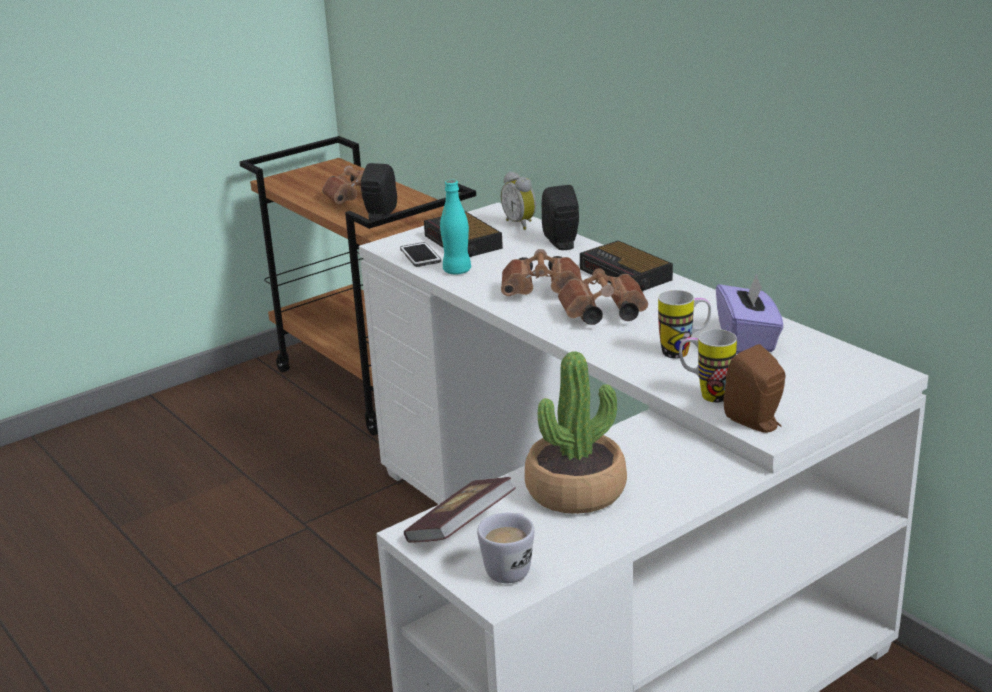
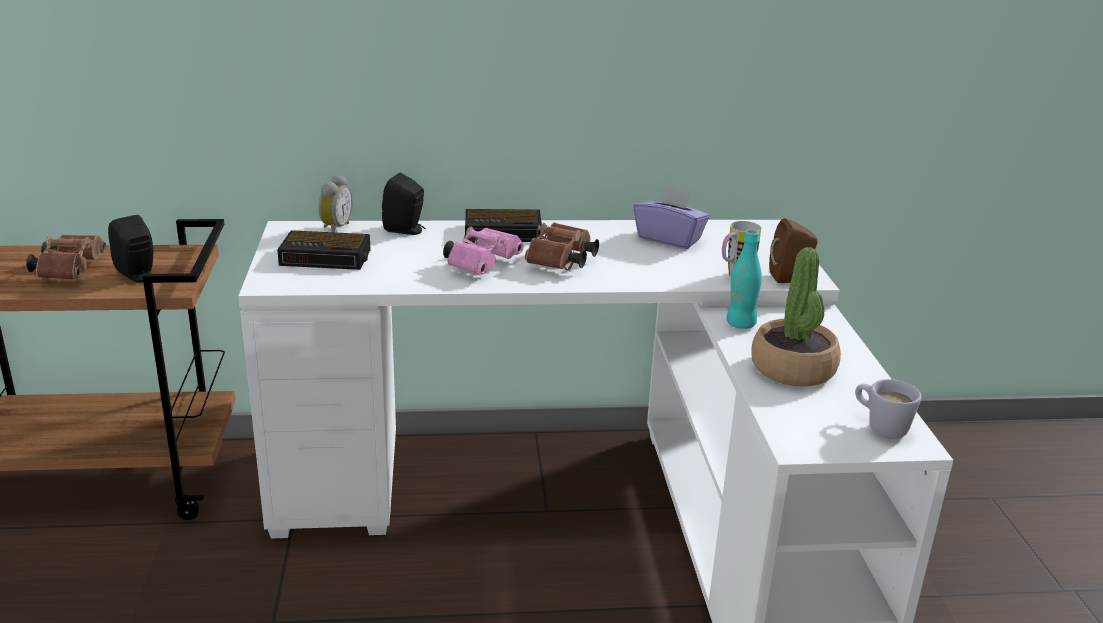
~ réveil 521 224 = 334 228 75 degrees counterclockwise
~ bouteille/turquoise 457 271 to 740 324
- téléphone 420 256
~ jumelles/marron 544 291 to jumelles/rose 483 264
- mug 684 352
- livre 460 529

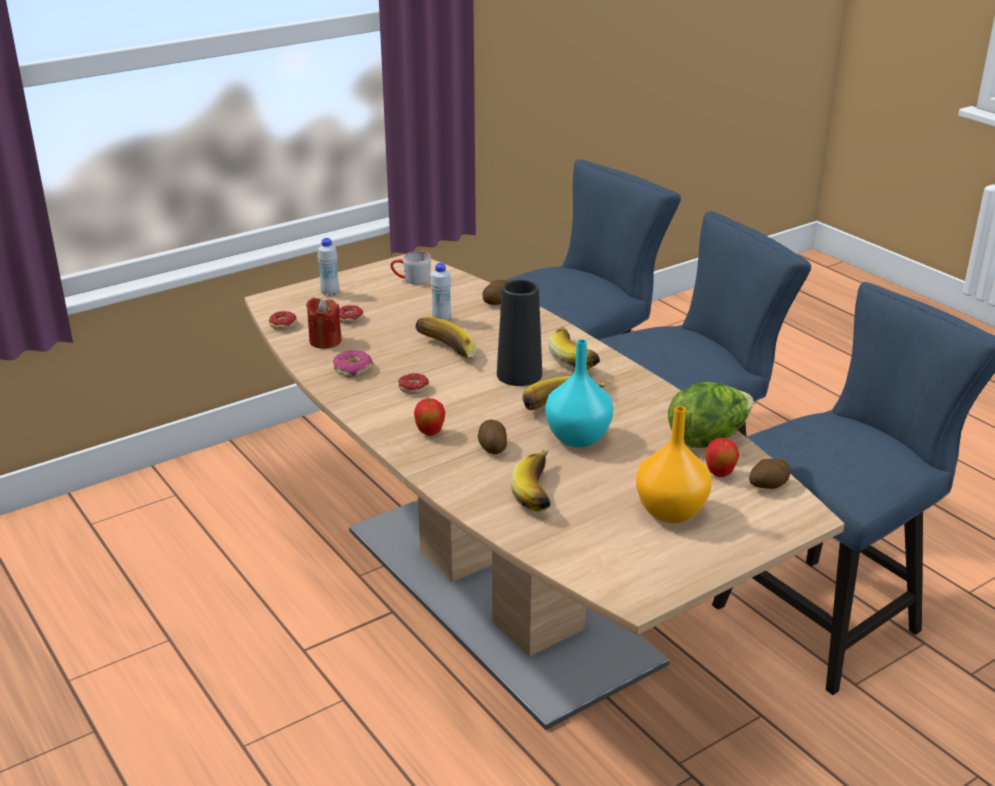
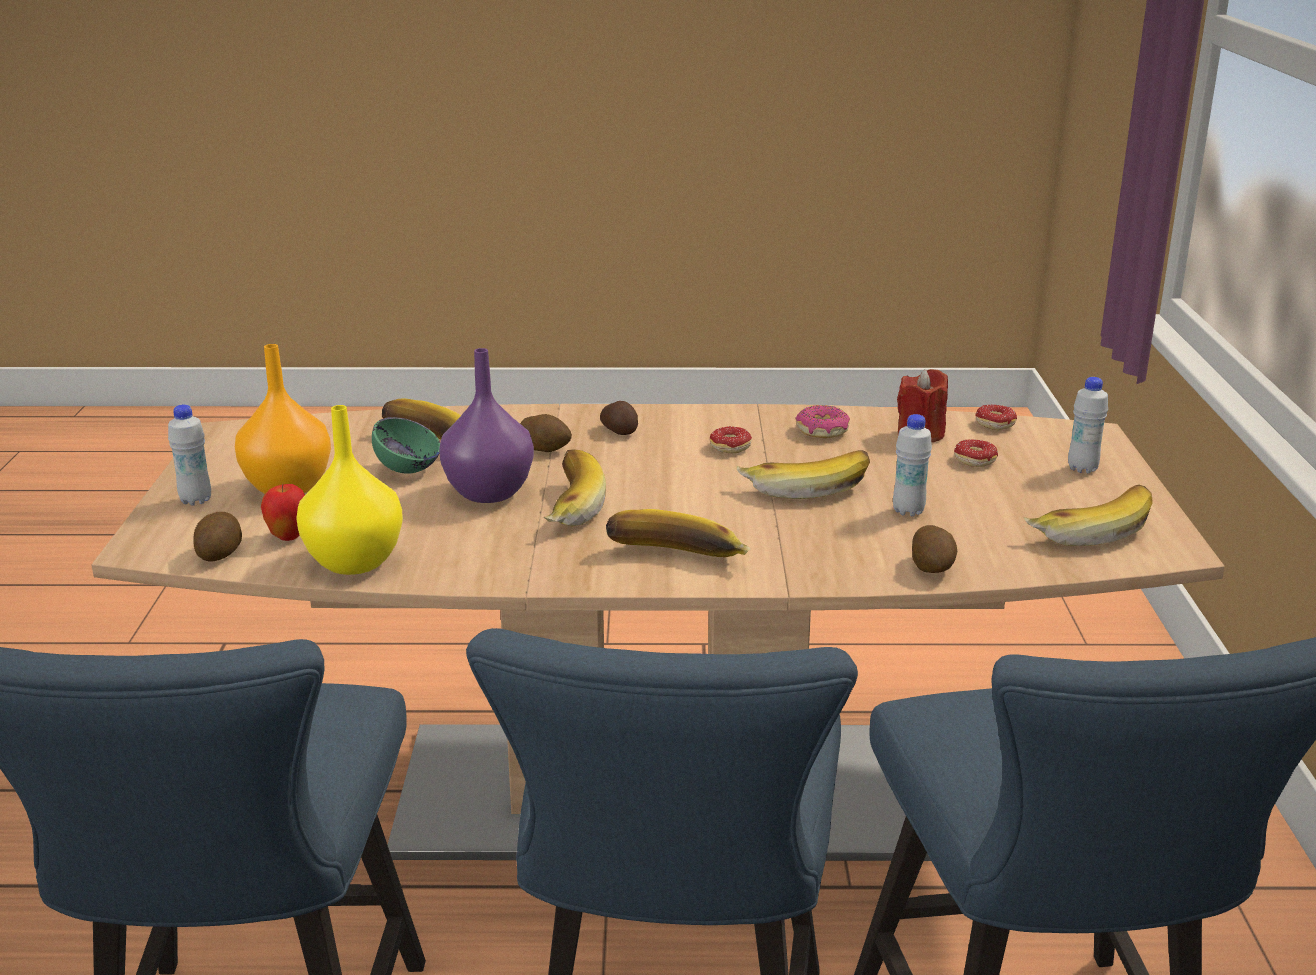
~ mug/gris 411 280 to banane 1086 530
- vase/noir 519 374
~ vase/turquoise 579 438 to vase/violet 486 493
~ laitue 708 438 to vase/jaune 356 561
~ pomme 430 433 to pomme de terre 620 430
+ bouteille/blanc 196 500
+ bol/vert 408 470

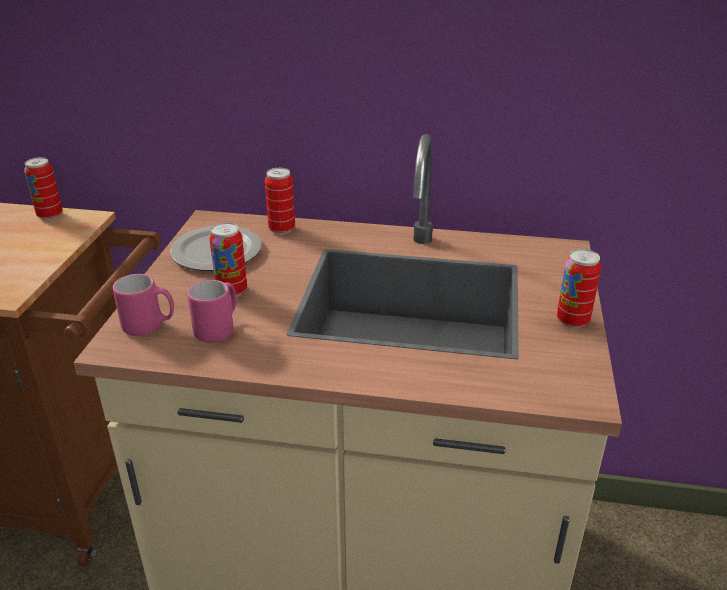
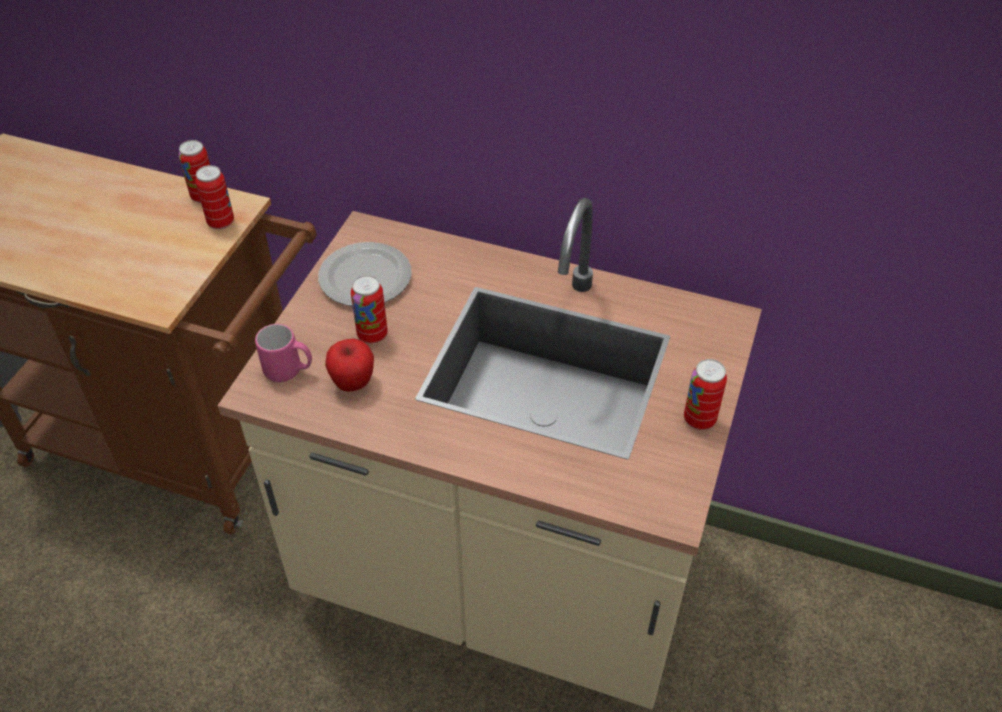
~ boîte métallique 282 229 to 221 222
~ mug/rose 219 329 to pomme 353 383

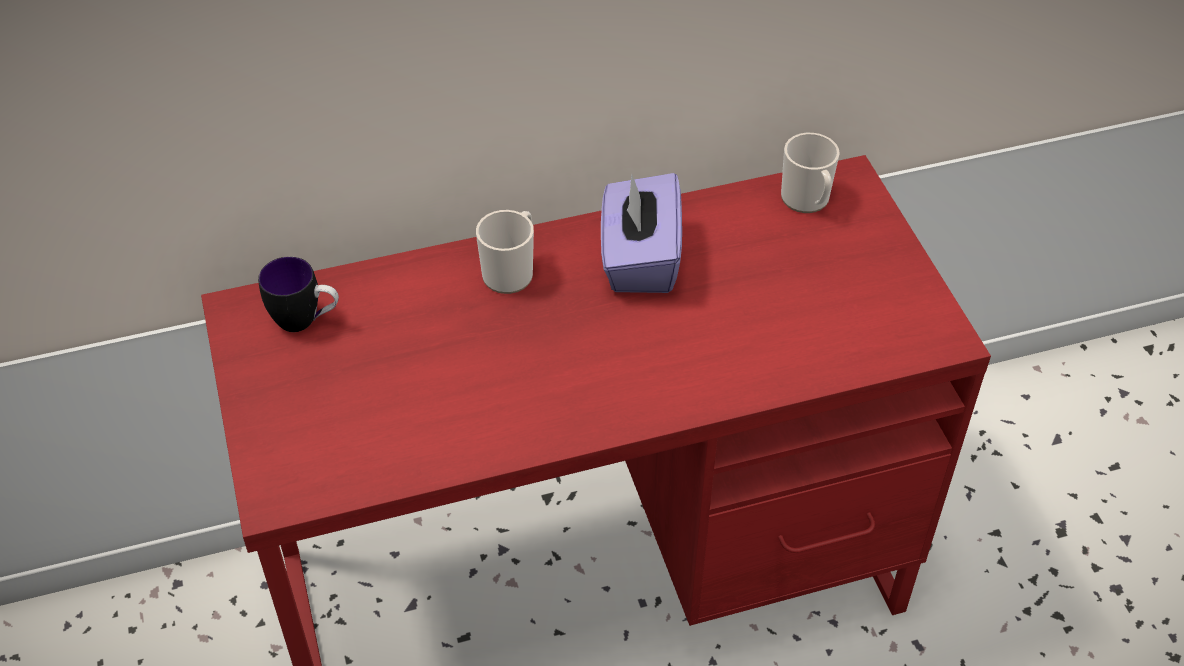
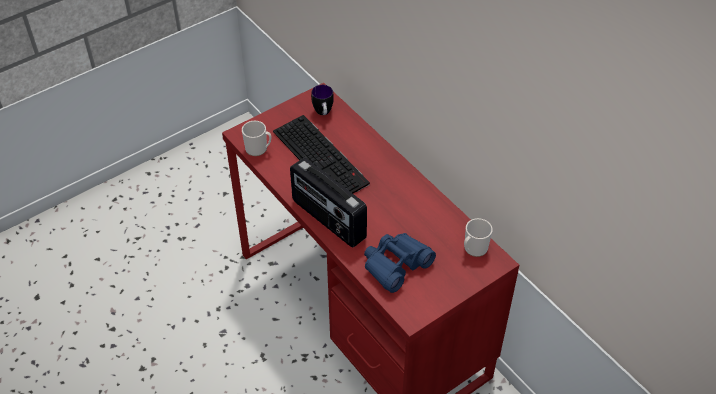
- boîte à mouchoirs/violet 639 259
~ mug 511 272 to 258 149
+ clavier 322 157
+ radio 328 220
+ jumelles/bleu 396 265

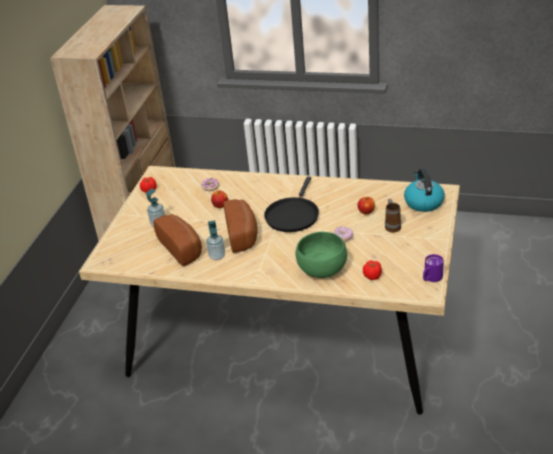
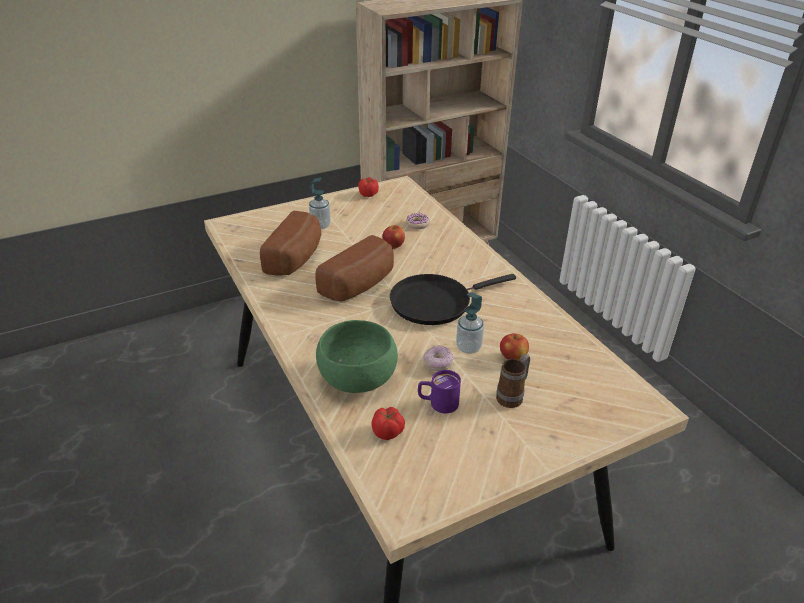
- bouilloire 423 202
~ distributeur de savon 217 256 to 468 347
~ mug/violet 431 278 to 438 403

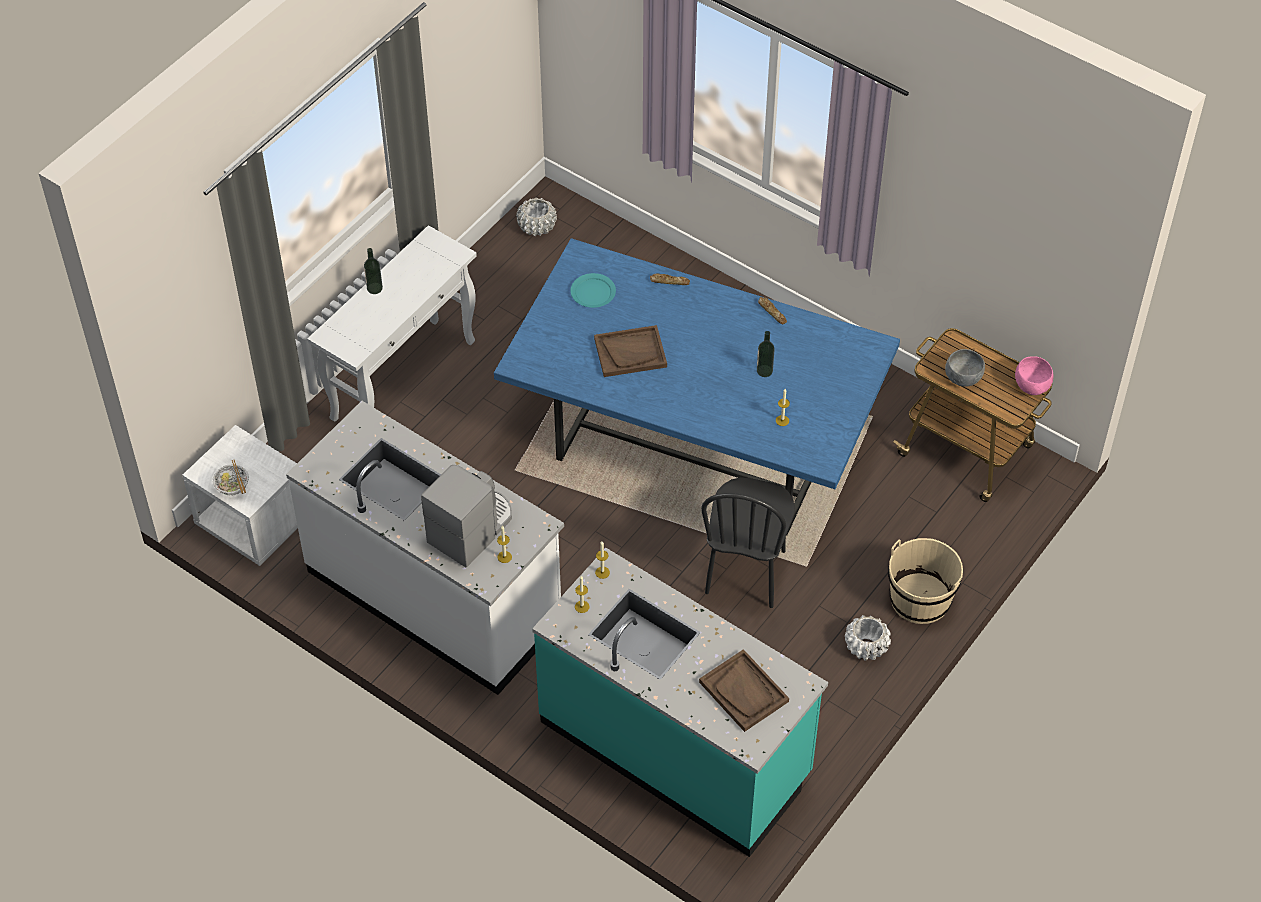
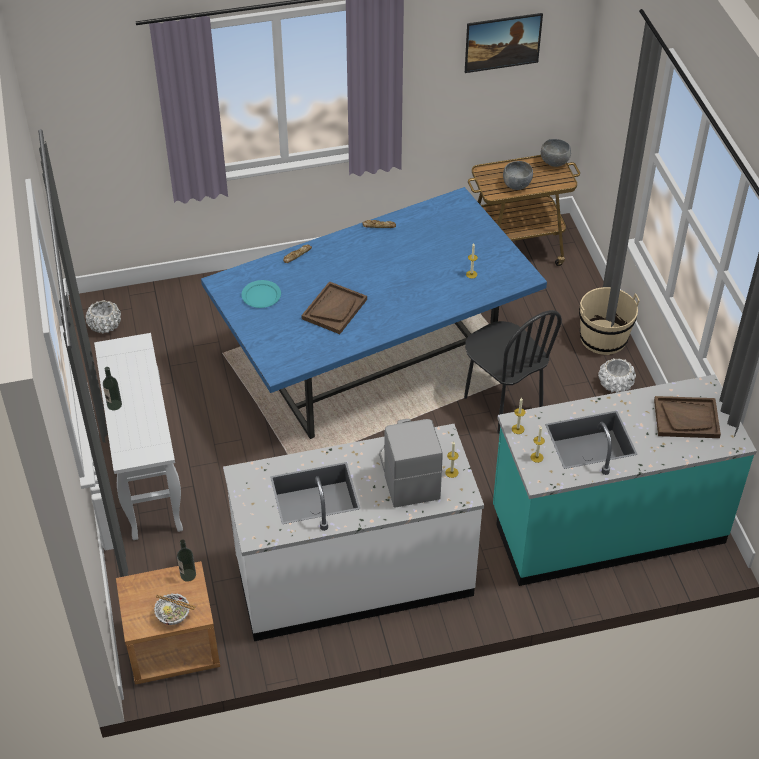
~ bouteille 764 371 to 188 575
~ bol/rose 1031 387 to bol/gris 554 163
~ table de chevet/blanc 253 522 to table de chevet/marron 172 647
+ tableau 502 54

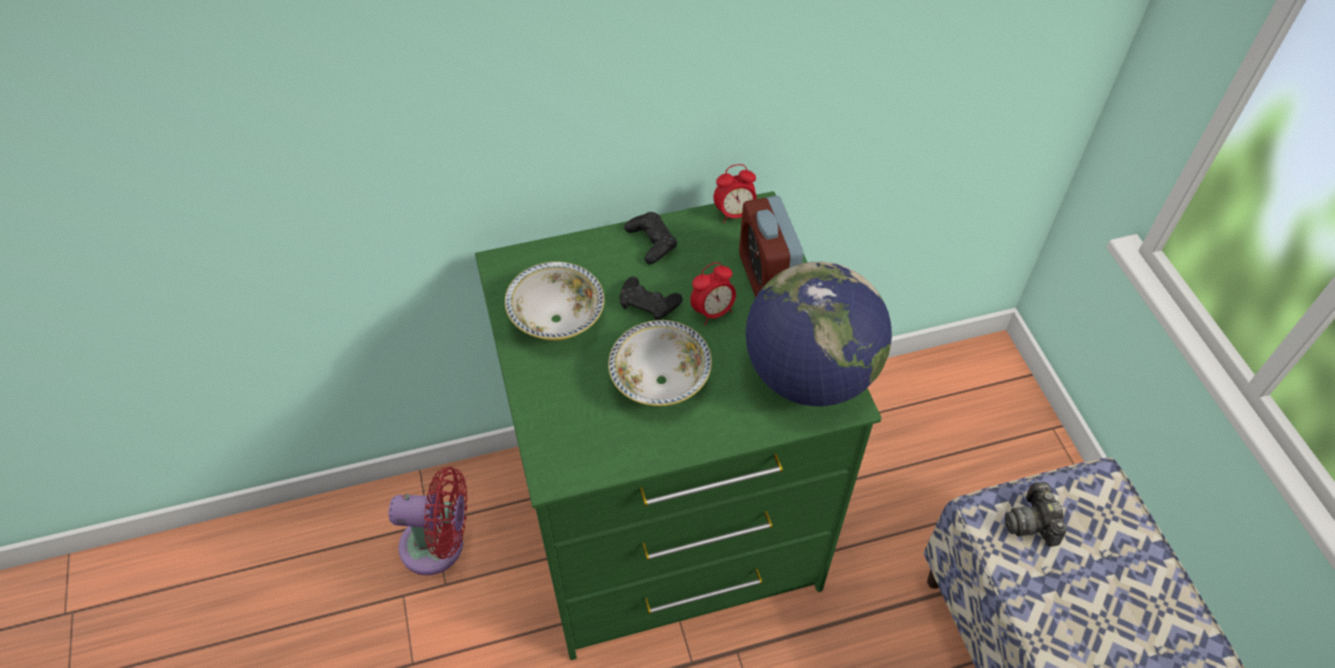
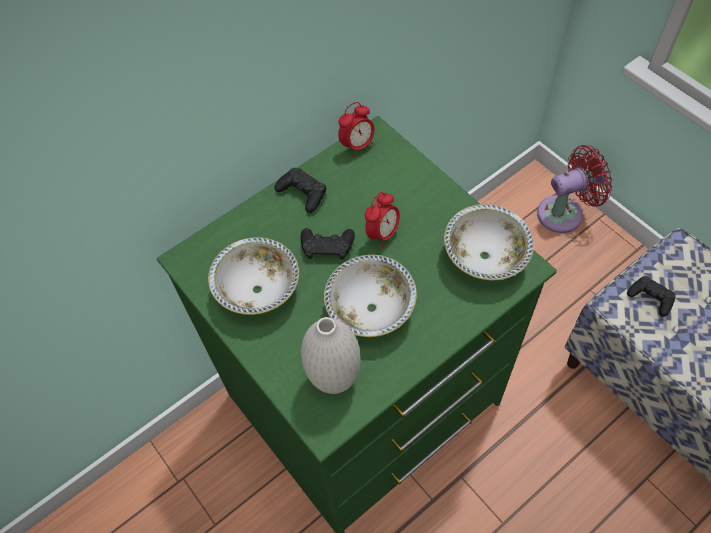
- réveil 766 278
~ globe 809 375 to bol 485 256
~ ventilateur/rouge 439 546 to 564 213
~ appareil photo 1032 522 to manette/noir 650 298
+ vase/blanc 334 380

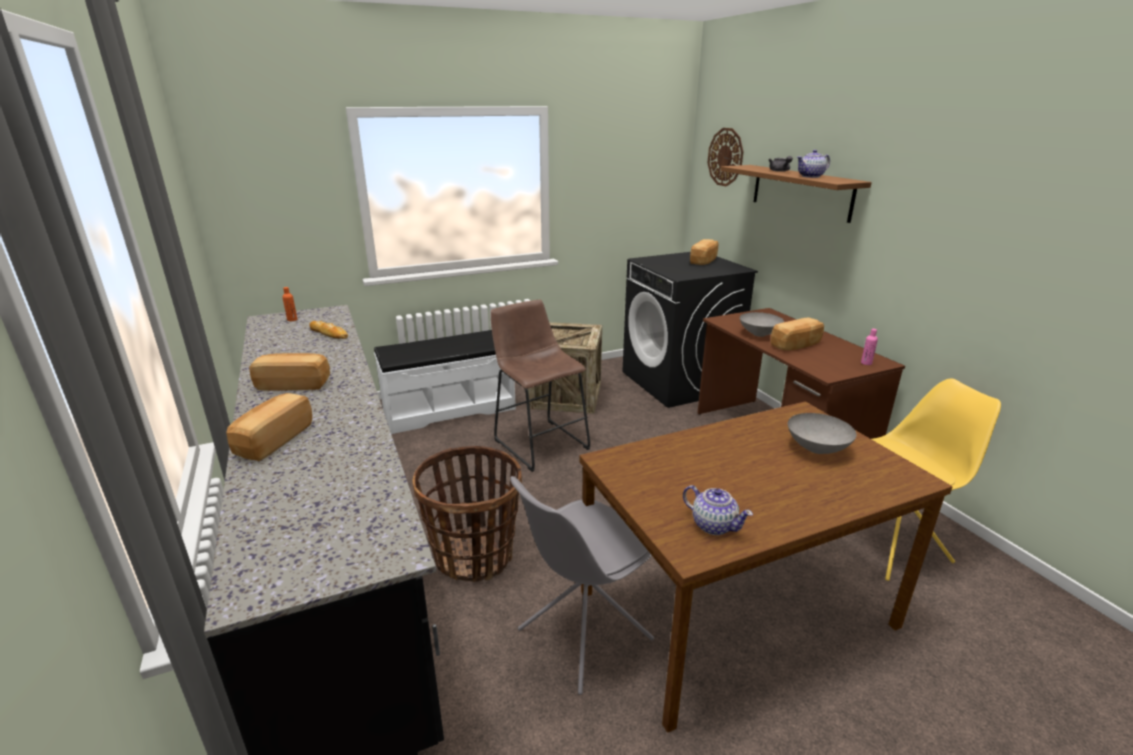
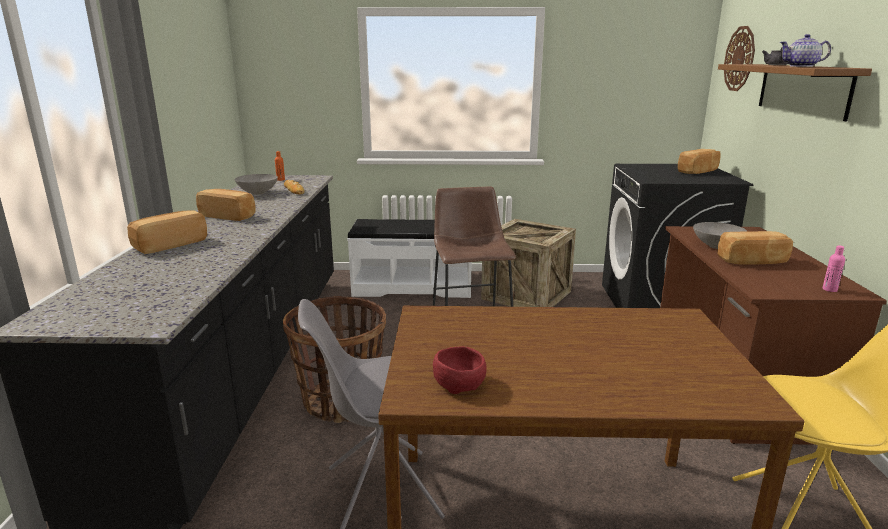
~ bol/gris 818 449 to 257 193
~ théière 713 525 to bol/rouge 460 383

